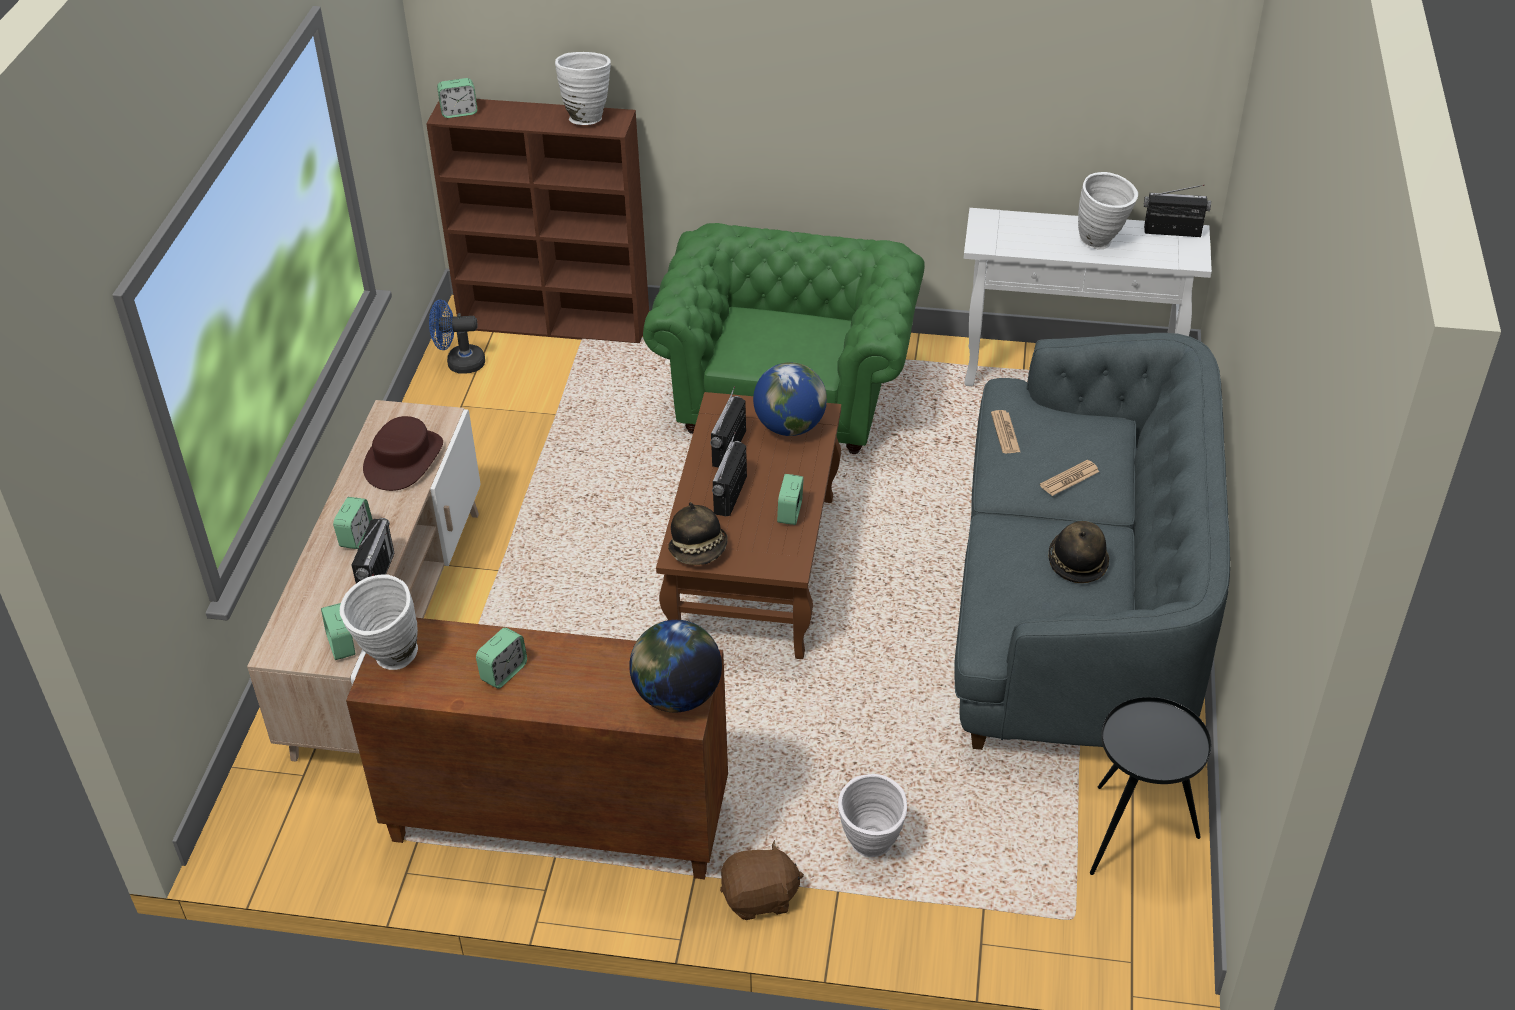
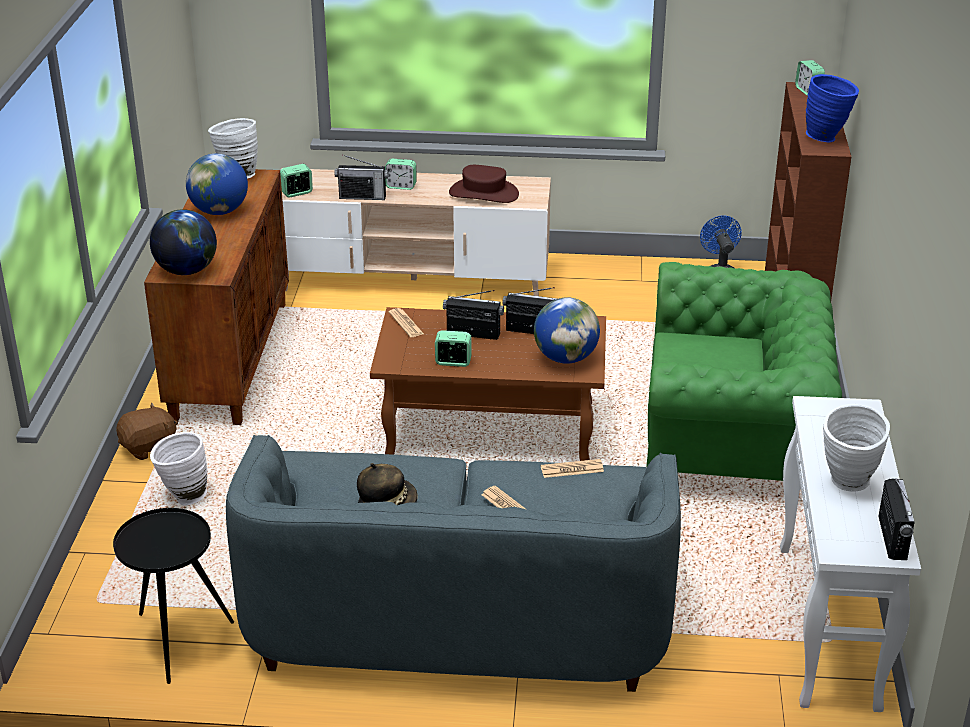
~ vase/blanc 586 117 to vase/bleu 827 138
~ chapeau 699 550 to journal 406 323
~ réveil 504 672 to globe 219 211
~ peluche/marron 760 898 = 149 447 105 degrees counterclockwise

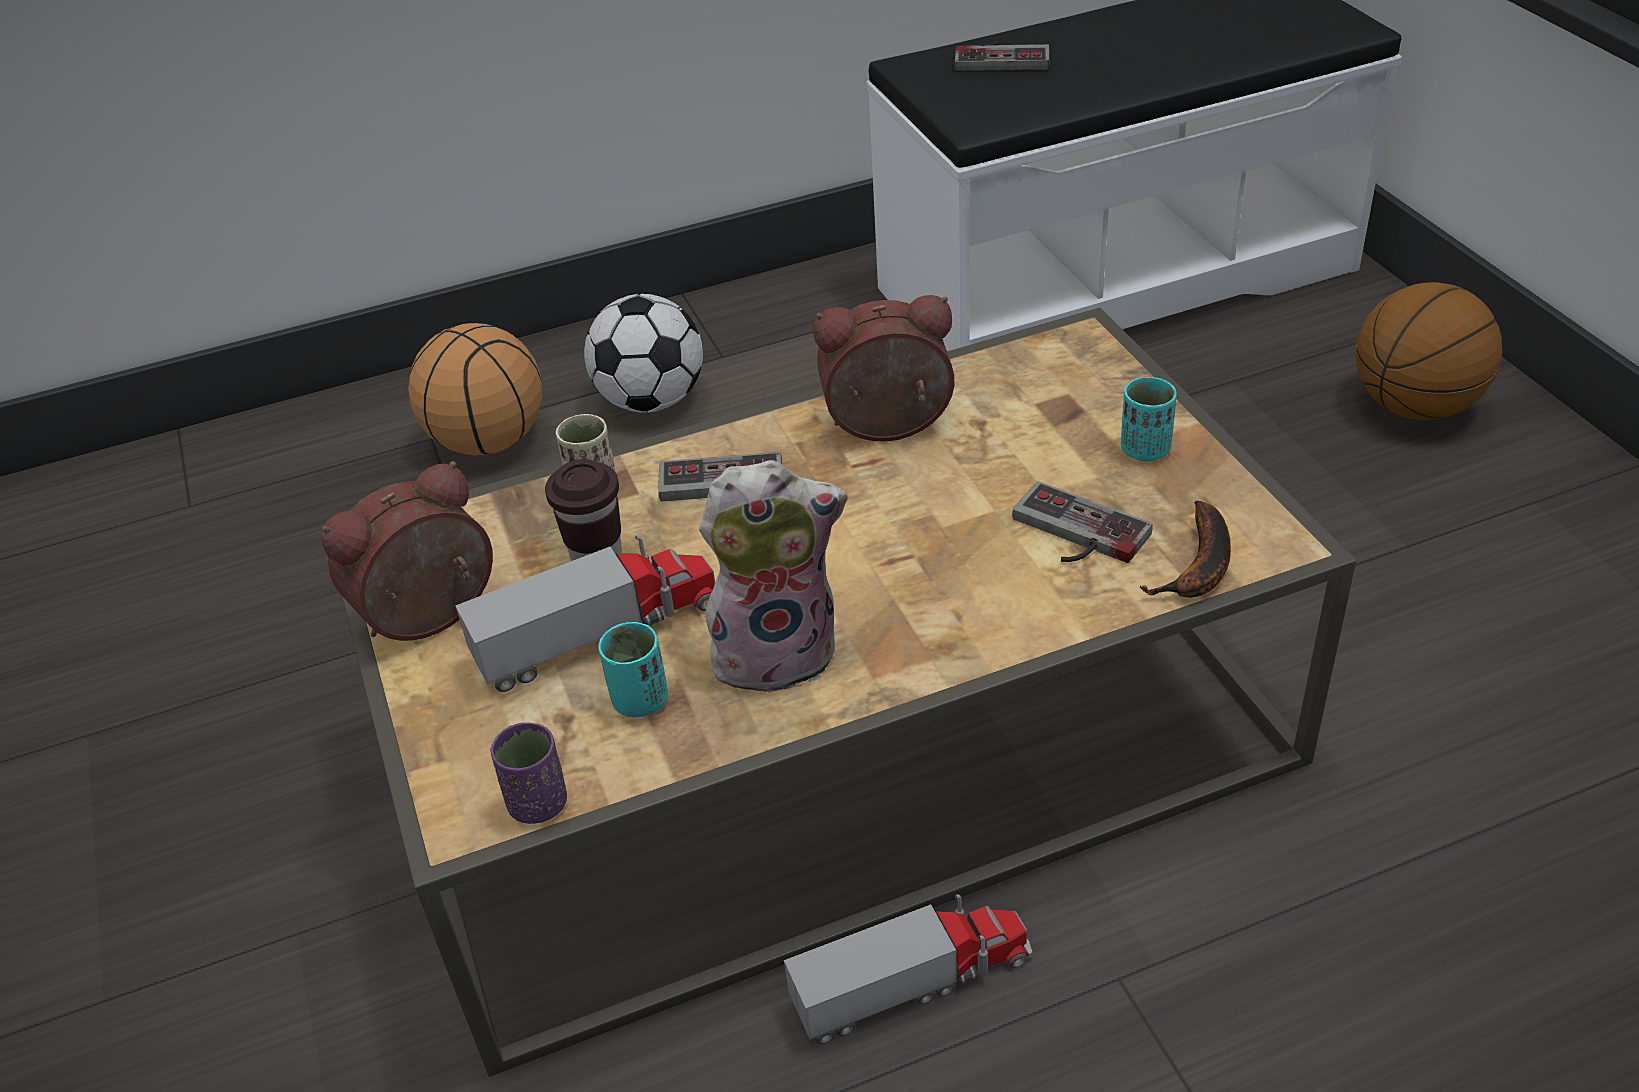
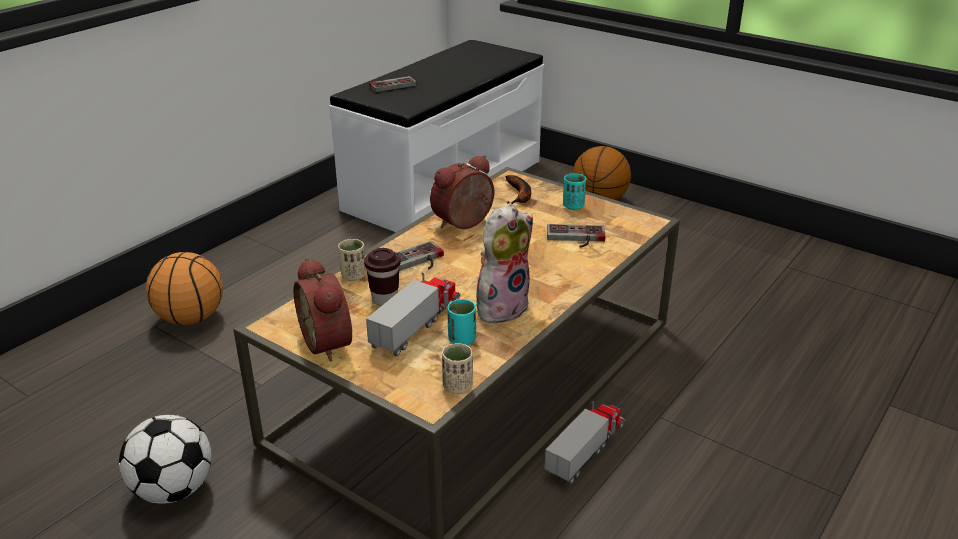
~ ballon de foot 651 401 to 173 490
~ réveil 432 618 = 330 342 45 degrees counterclockwise
~ banane 1199 568 to 519 195
~ tasse/violet 538 804 to tasse/beige 457 387

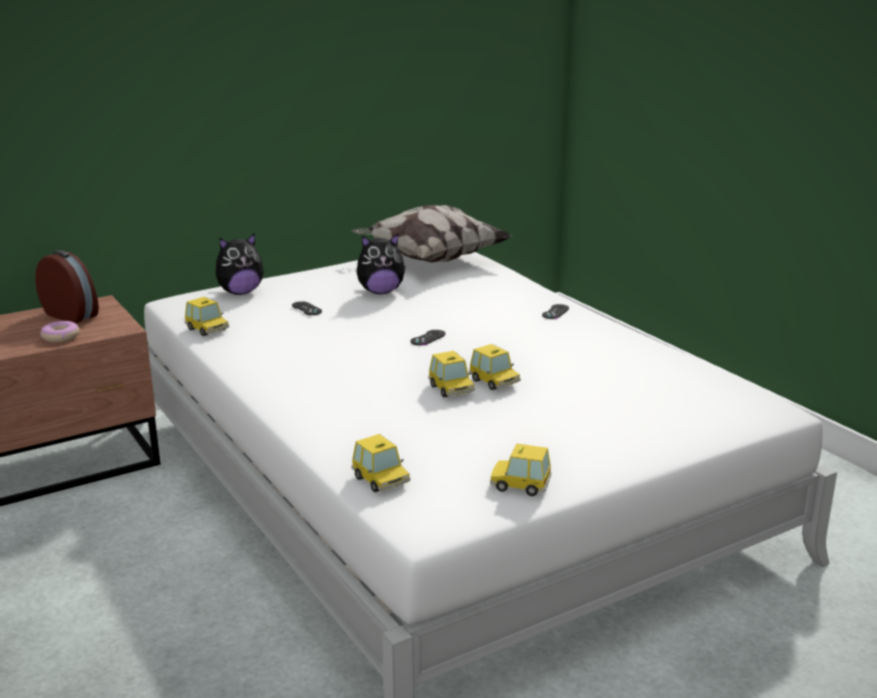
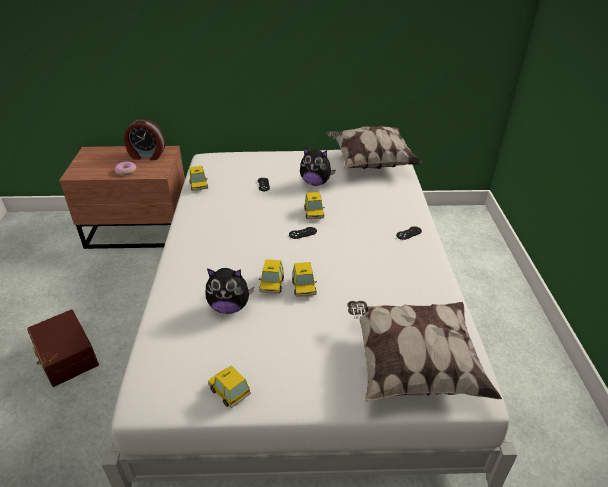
~ peluche 240 292 to 229 307
~ réveil 72 315 = 147 155 120 degrees clockwise
~ petite voiture 381 480 to 314 213
+ coussin 412 364
+ boîte de rangement/marron 65 357

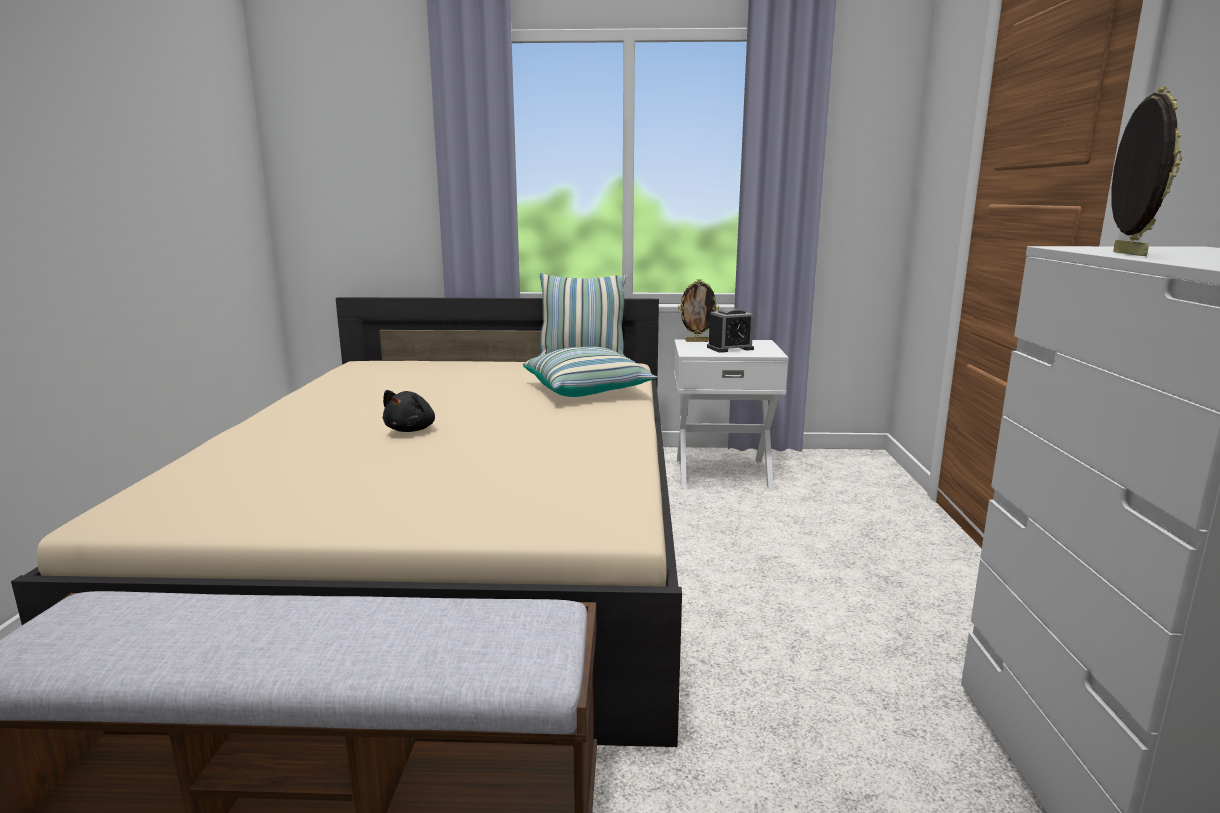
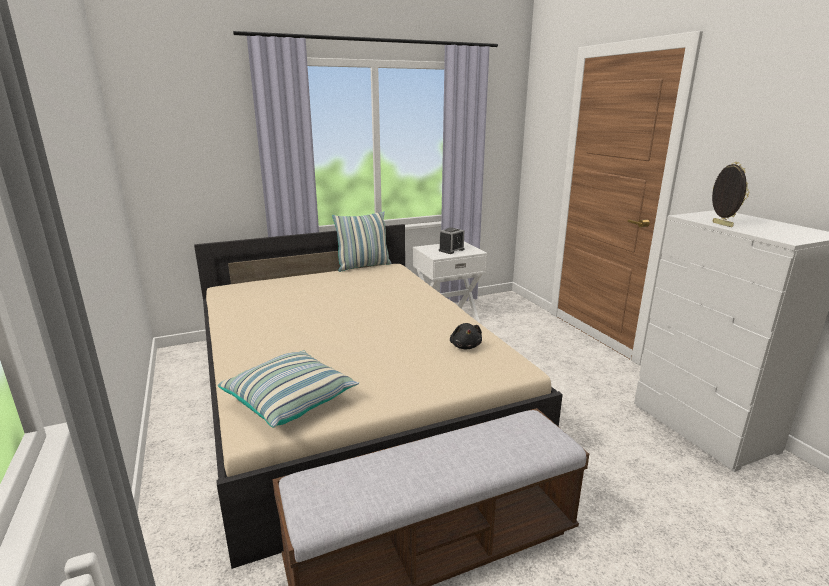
- cadre photo 697 341
~ coussin 588 390 to 290 401
~ peluche/noir 412 430 to 465 346

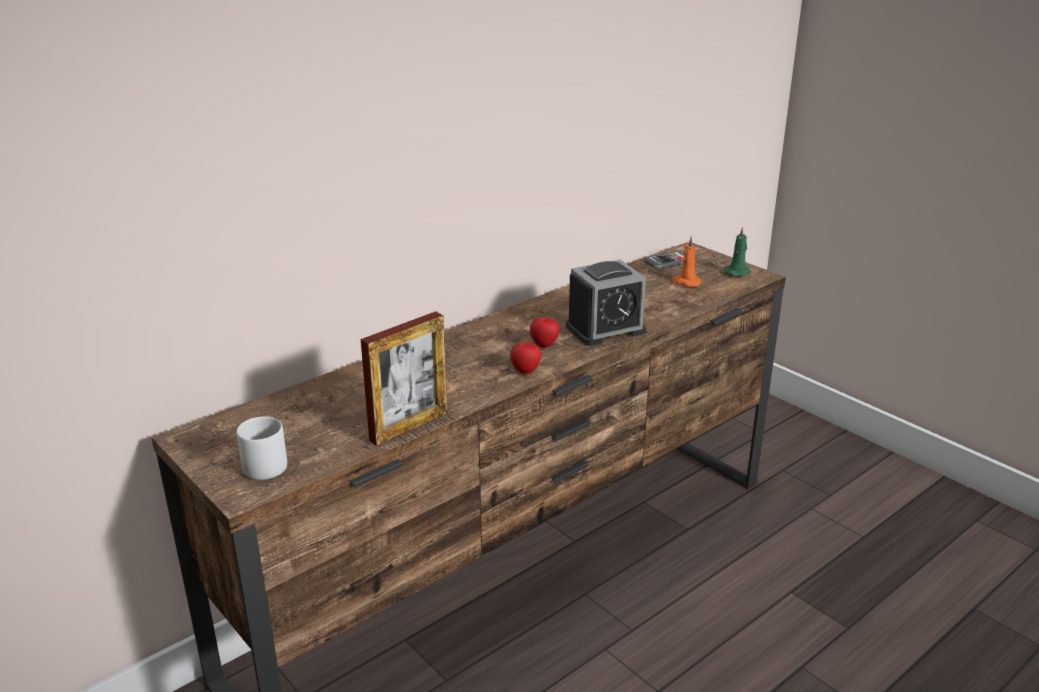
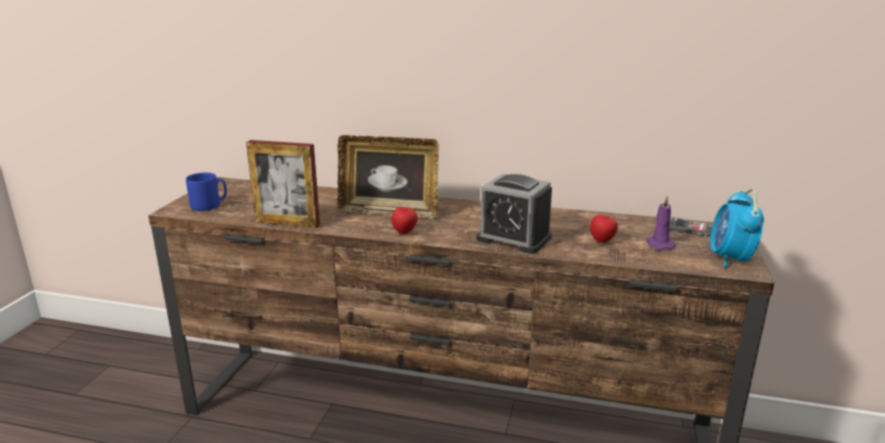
~ bougie/vert 738 272 to réveil 730 259
~ bougie/orange 685 282 to bougie/violet 659 244
~ pomme 544 345 to 602 241
~ mug/gris 267 464 to mug/bleu 209 205
+ cadre photo 389 211

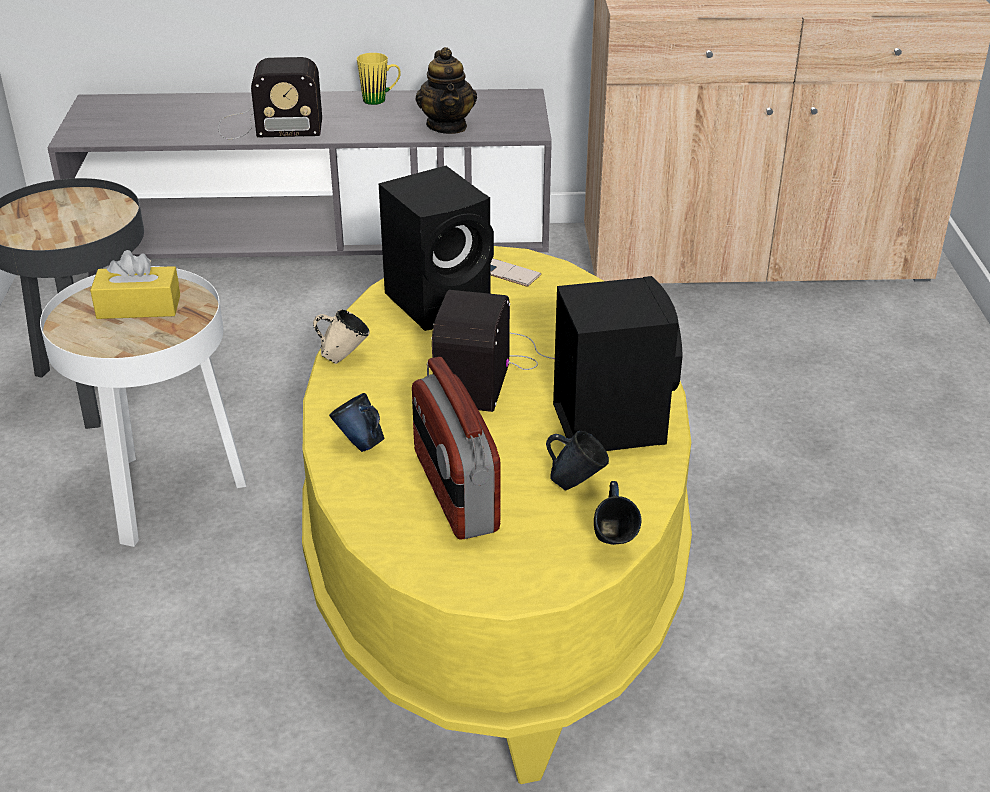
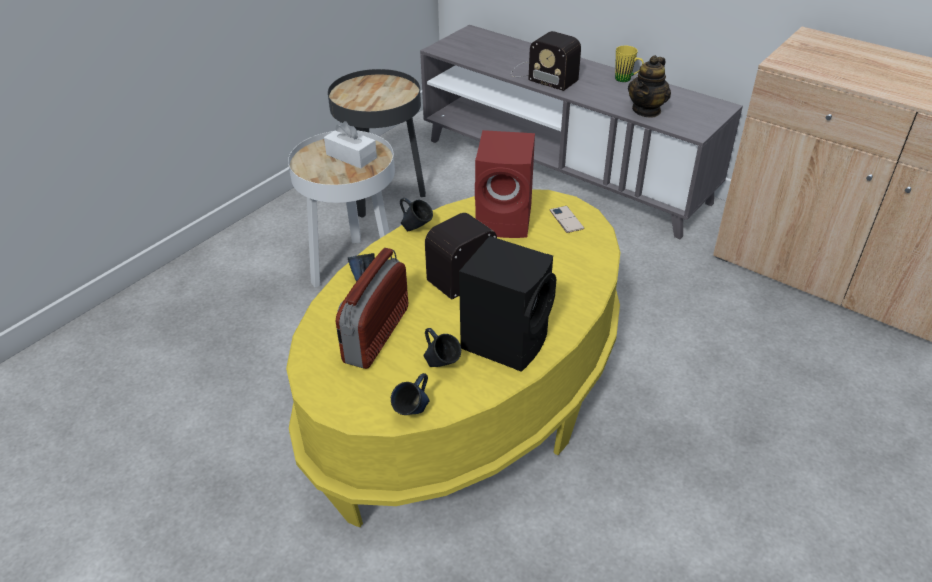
~ enceinte/noir 441 302 to enceinte/rouge 506 220
~ boîte à mouchoirs/jaune 139 307 to boîte à mouchoirs/blanc 351 156
~ mug/beige 343 358 to mug/bleu 416 229

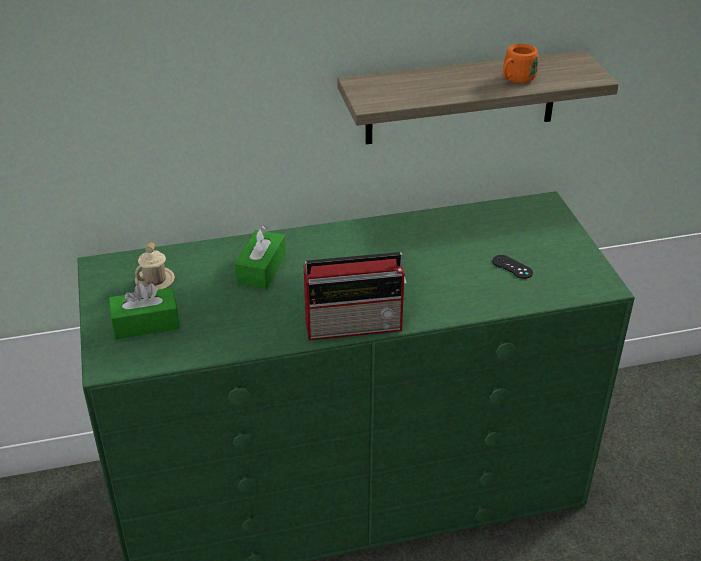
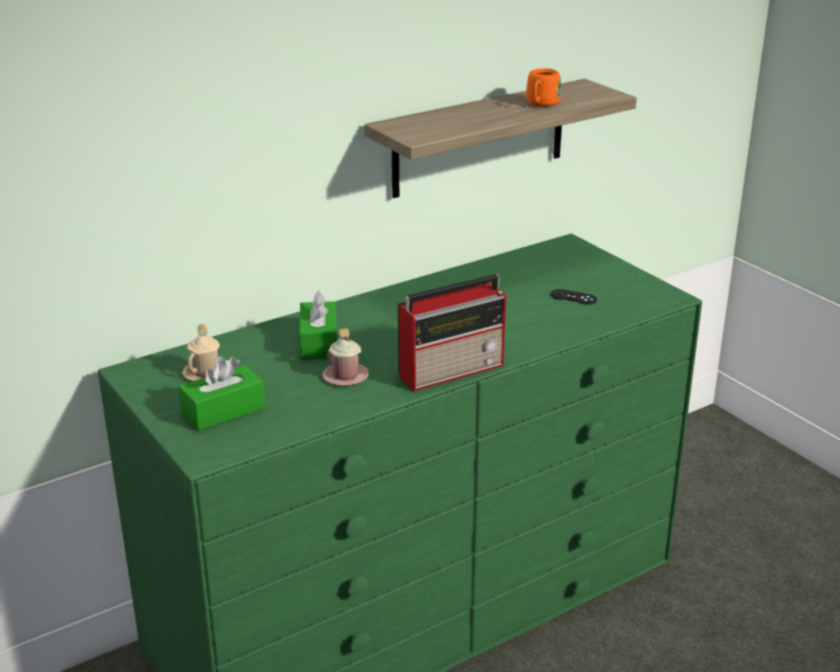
+ mug/rose 345 376

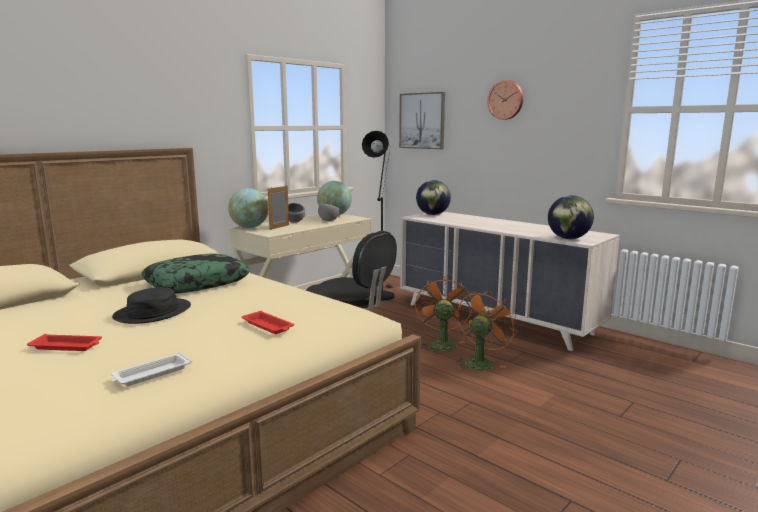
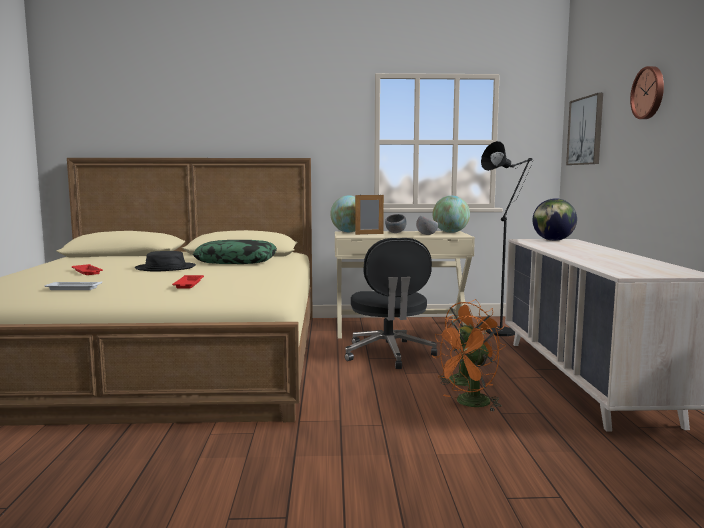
- globe 568 238
~ ventilateur/orange 480 362 = 469 404 150 degrees clockwise

